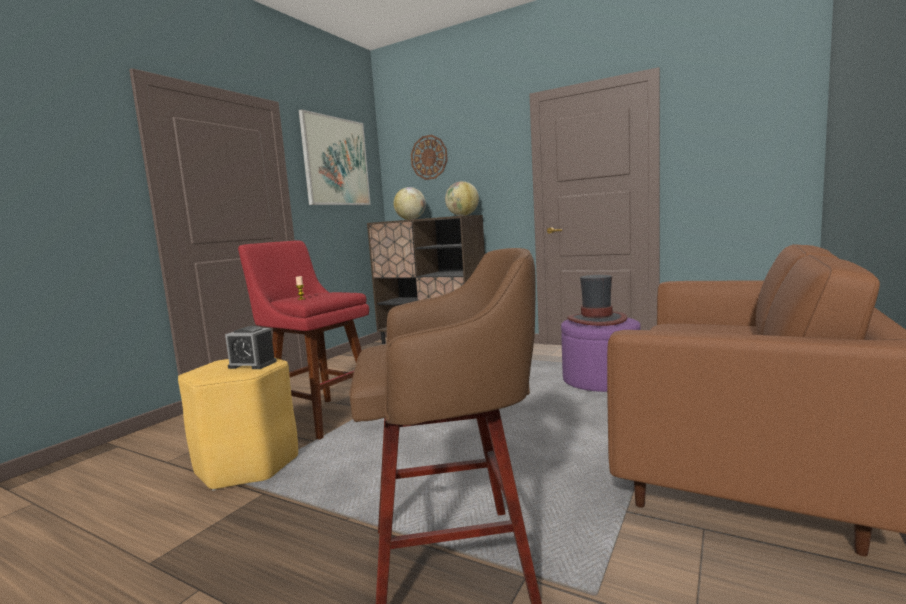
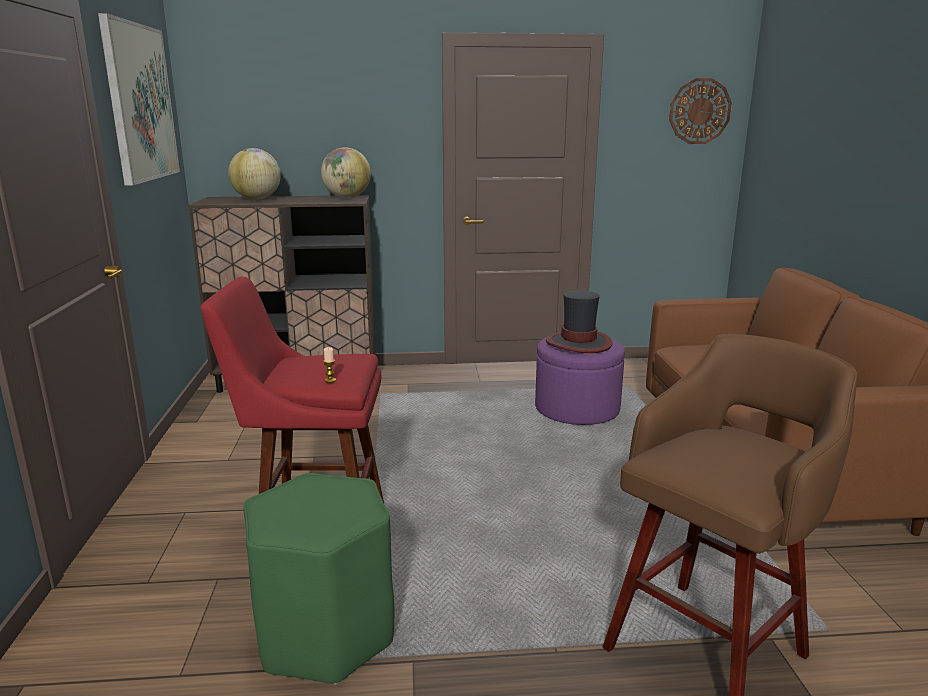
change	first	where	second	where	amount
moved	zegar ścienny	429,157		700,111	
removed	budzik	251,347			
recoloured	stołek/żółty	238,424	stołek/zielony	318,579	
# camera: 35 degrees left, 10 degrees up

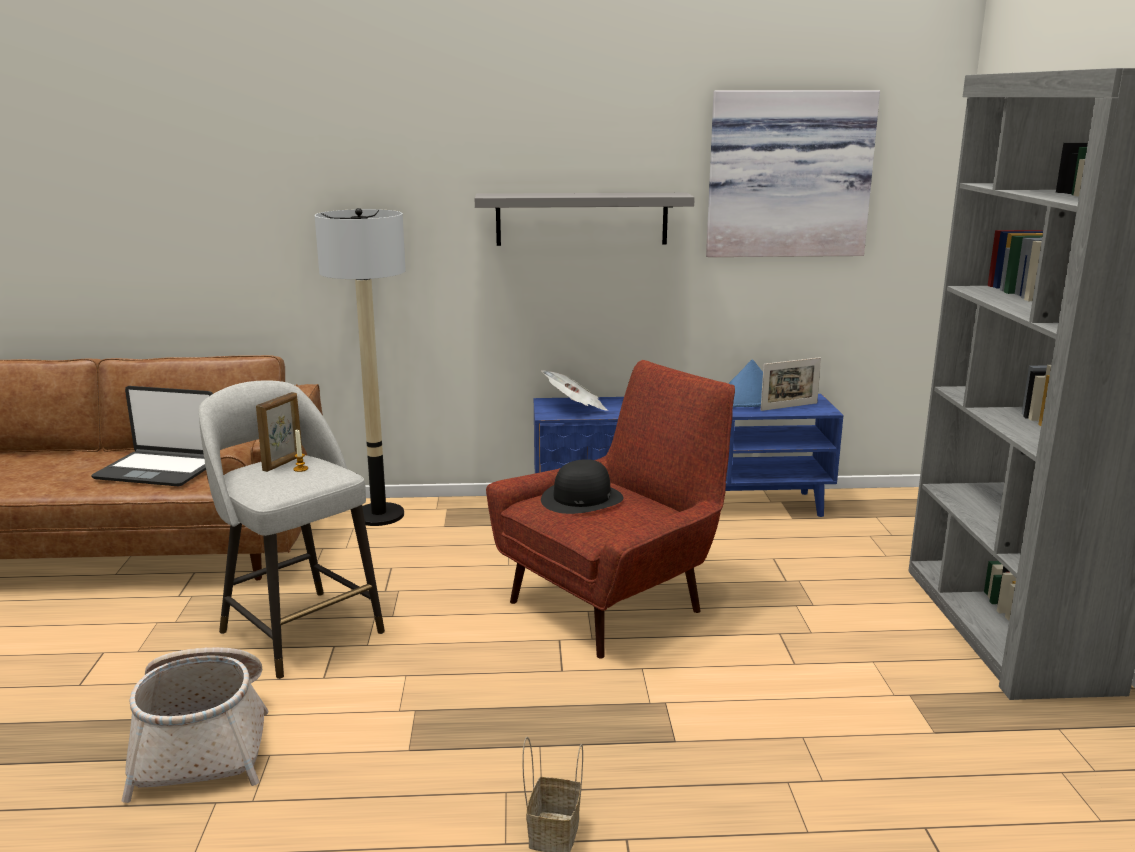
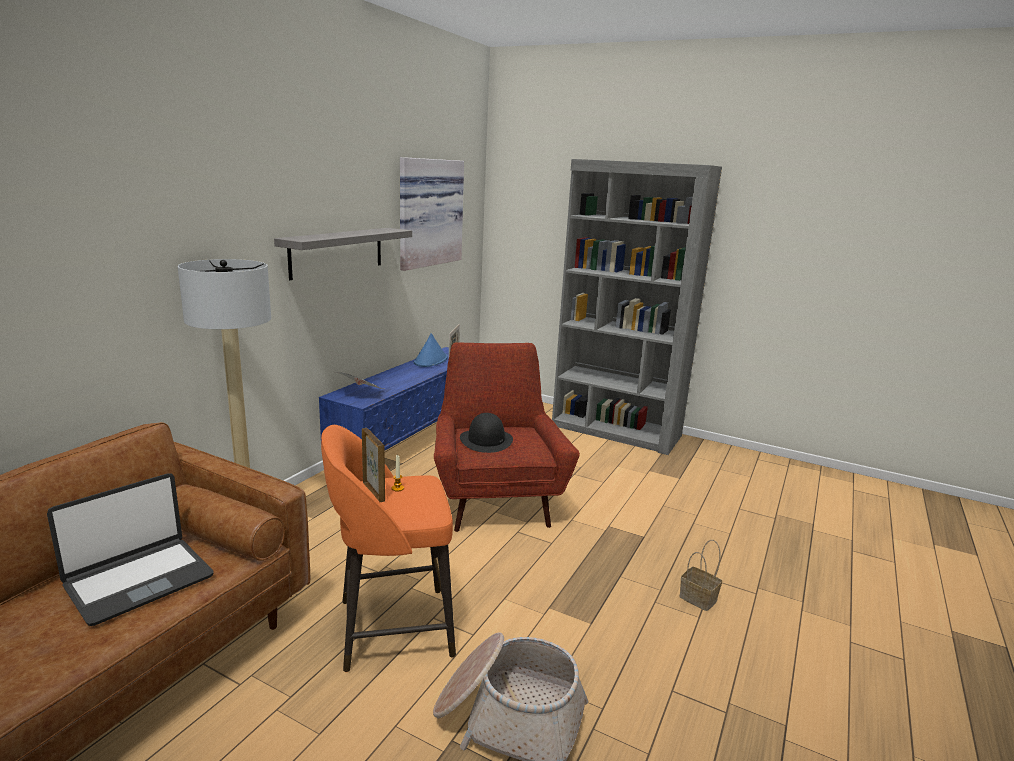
change	first	where	second	where	amount
recoloured	stołek/szary	292,529	stołek/pomarańczowy	388,548	
# camera: 60 degrees left, 0 degrees up

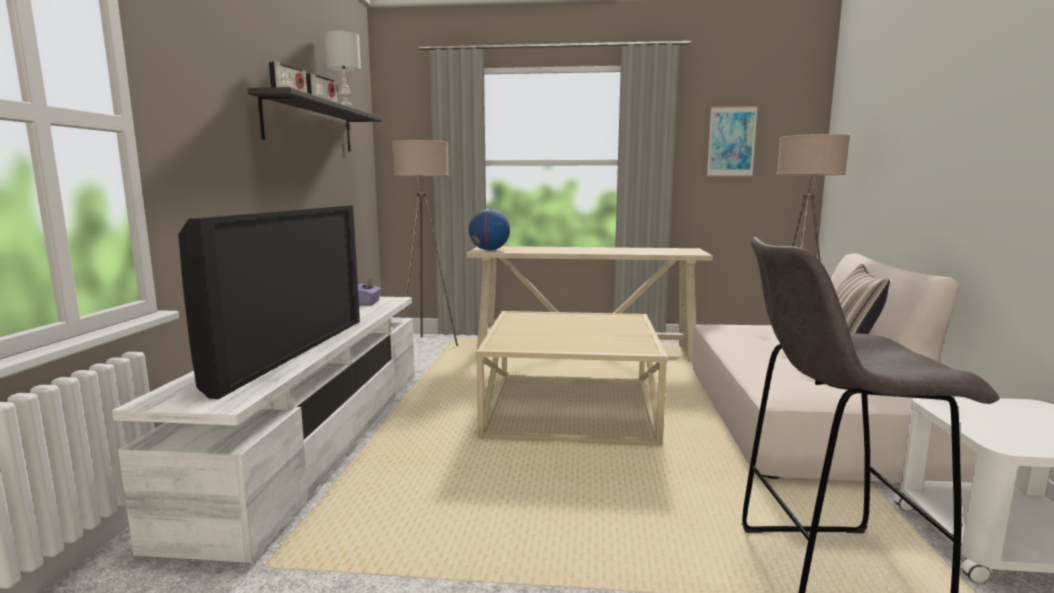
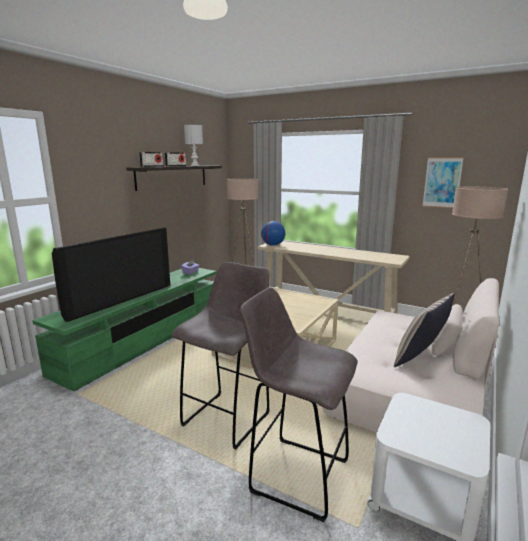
change	first	where	second	where	amount
recoloured	szafka pod telewizor/biały	263,430	szafka pod telewizor/zielony	124,329	
added			stołek/szary	220,356	
# camera: 25 degrees right, 5 degrees up

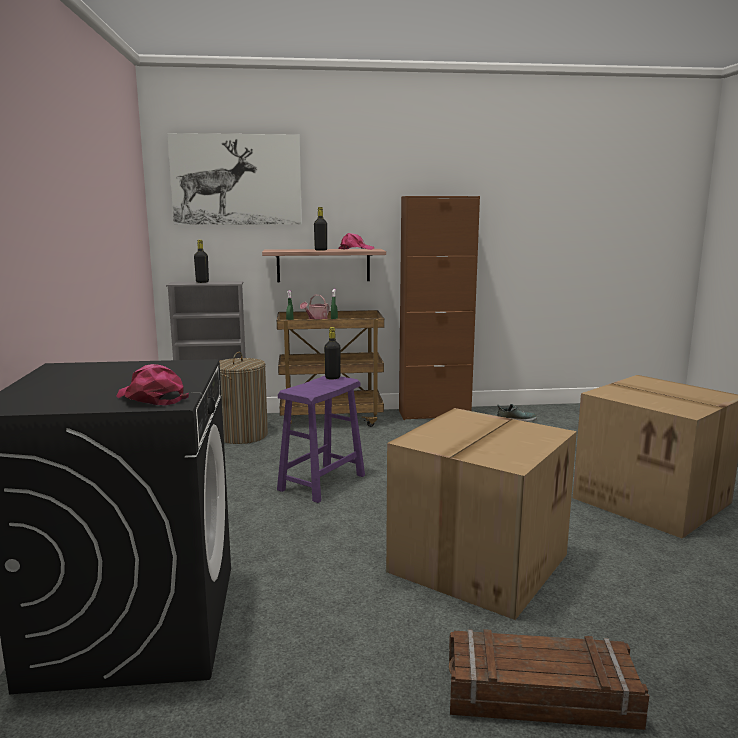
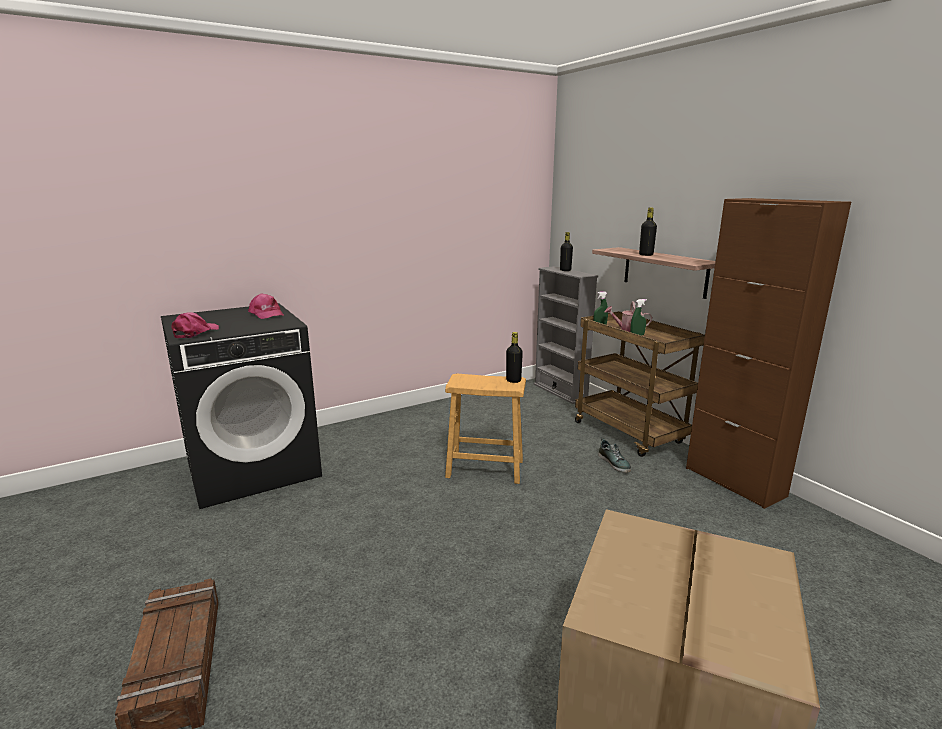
change	first	where	second	where	amount
removed	obraz	234,179			
moved	czapka z daszkiem/różowy	356,241		266,306	
removed	kosz na pranie	243,398			
recoloured	stołek/fioletowy	321,439	stołek/brązowy	485,429	
moved	but	517,413		614,455	
removed	karton	481,514			
# camera: 65 degrees right, 5 degrees up

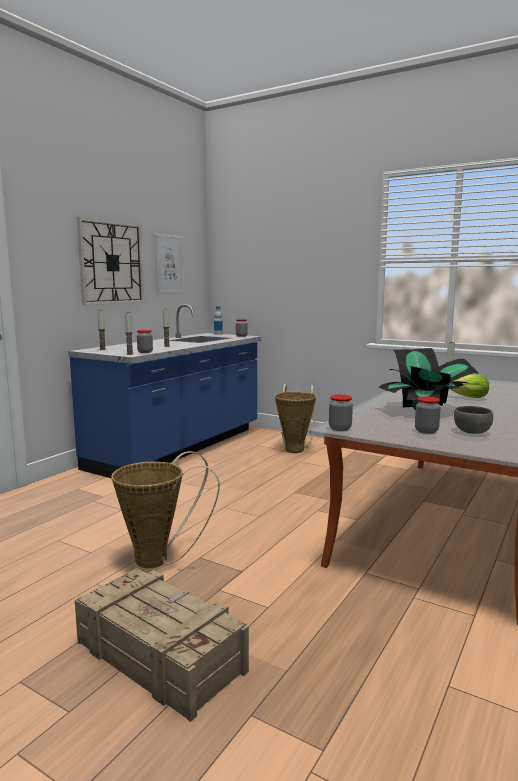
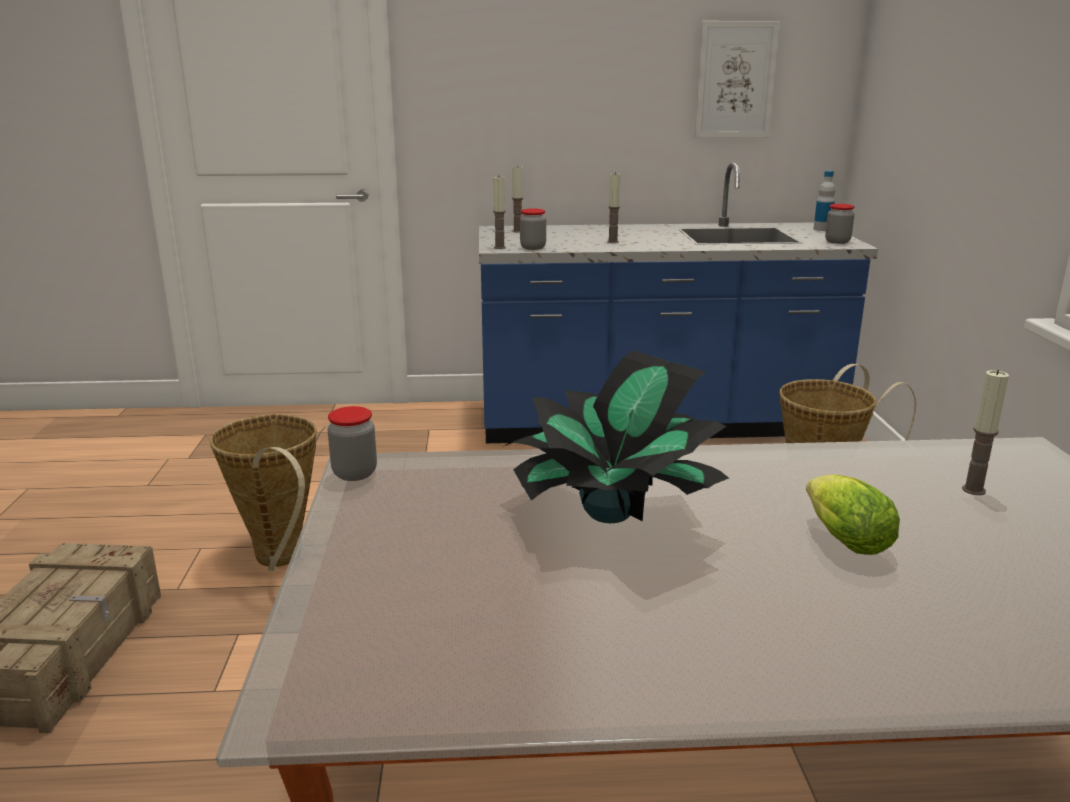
change	first	where	second	where	amount
removed	zegar ścienny	110,261			
removed	słoik	428,415			
removed	miska/szary	473,420			
# camera: 55 degrees right, 10 degrees up

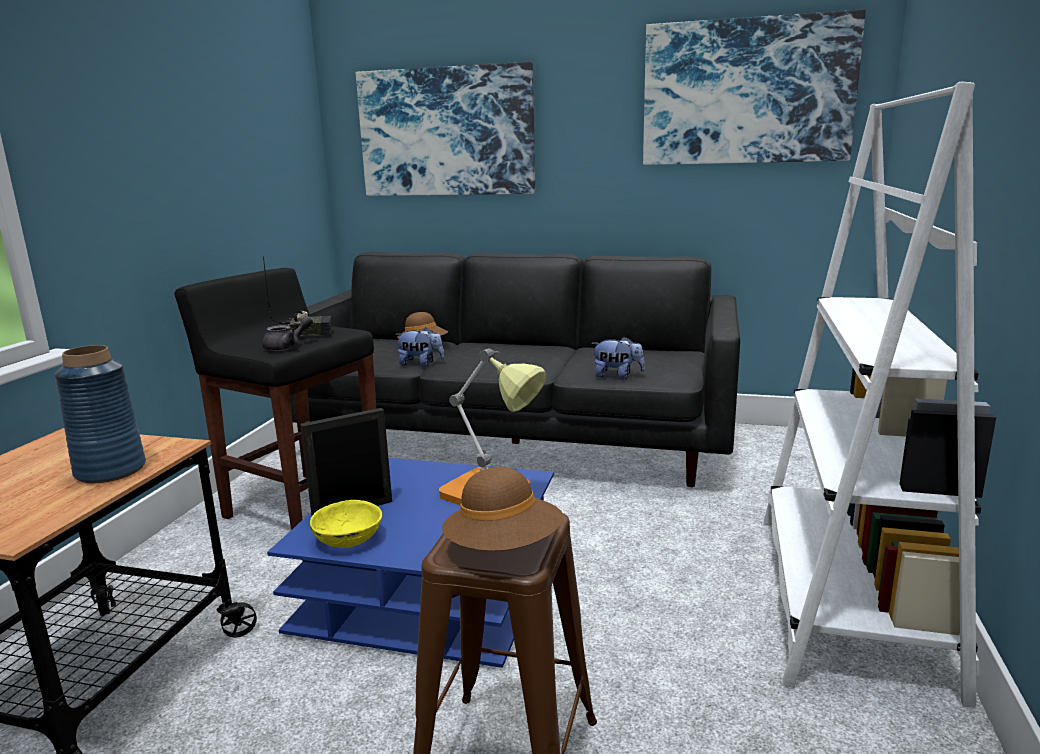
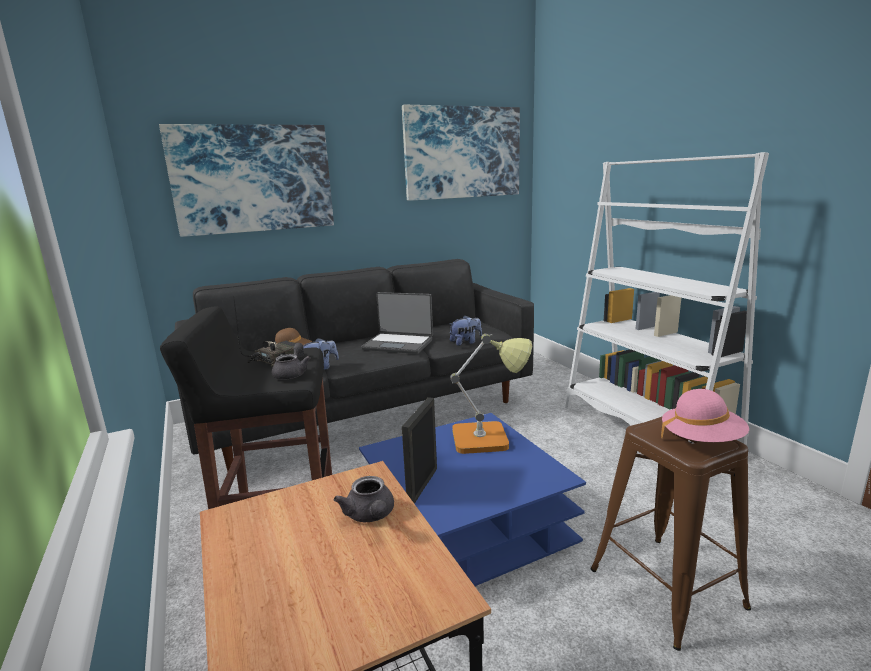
change	first	where	second	where	amount
replaced	wazon/niebieski	100,414	imbryk/szary	364,499	
recoloured	kapelusz/brązowy	503,509	kapelusz/różowy	705,415	
removed	miska/żółty	346,524			
added			laptop	397,323	
# camera: 40 degrees left, 0 degrees up

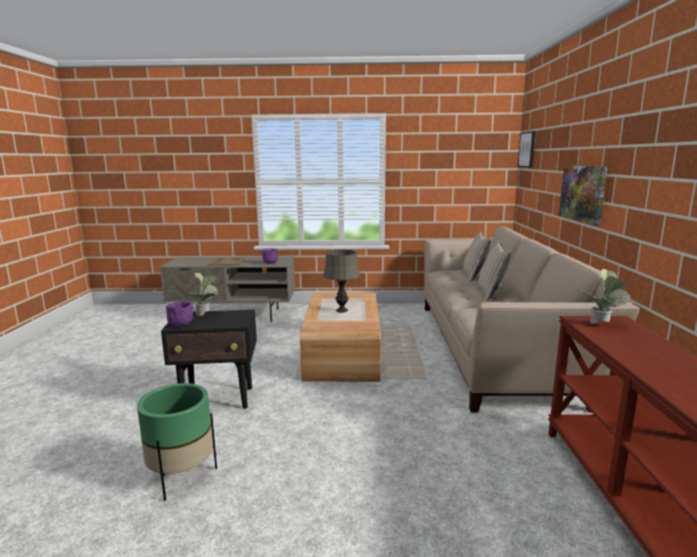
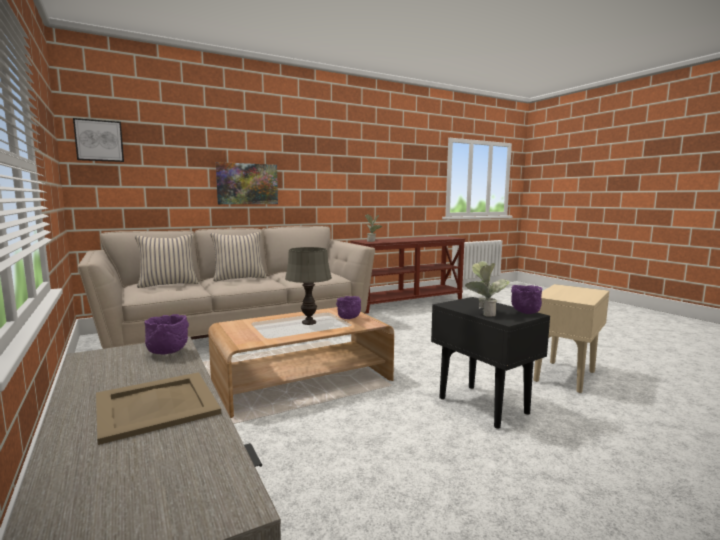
change	first	where	second	where	amount
replaced	donica/zielony	177,442	stolik/beżowy	571,338	
added			miska/fioletowy	348,307	
# camera: 120 degrees left, 5 degrees down

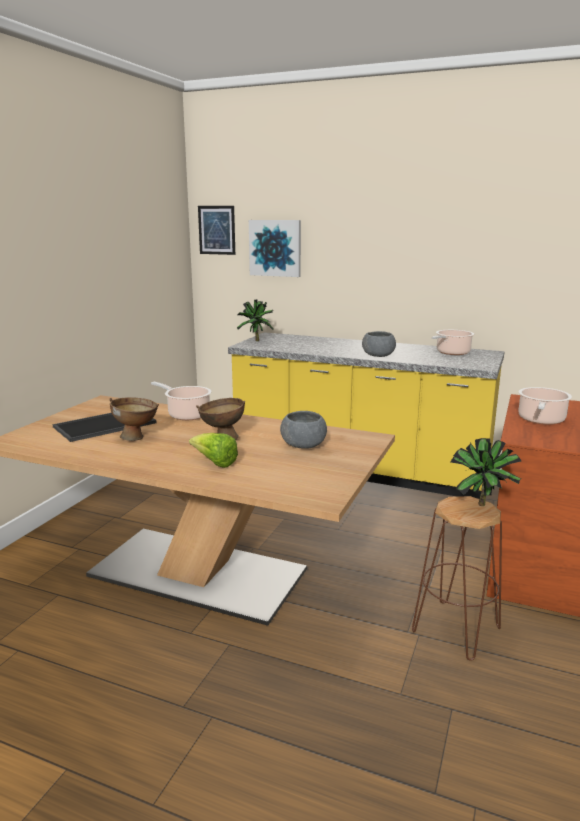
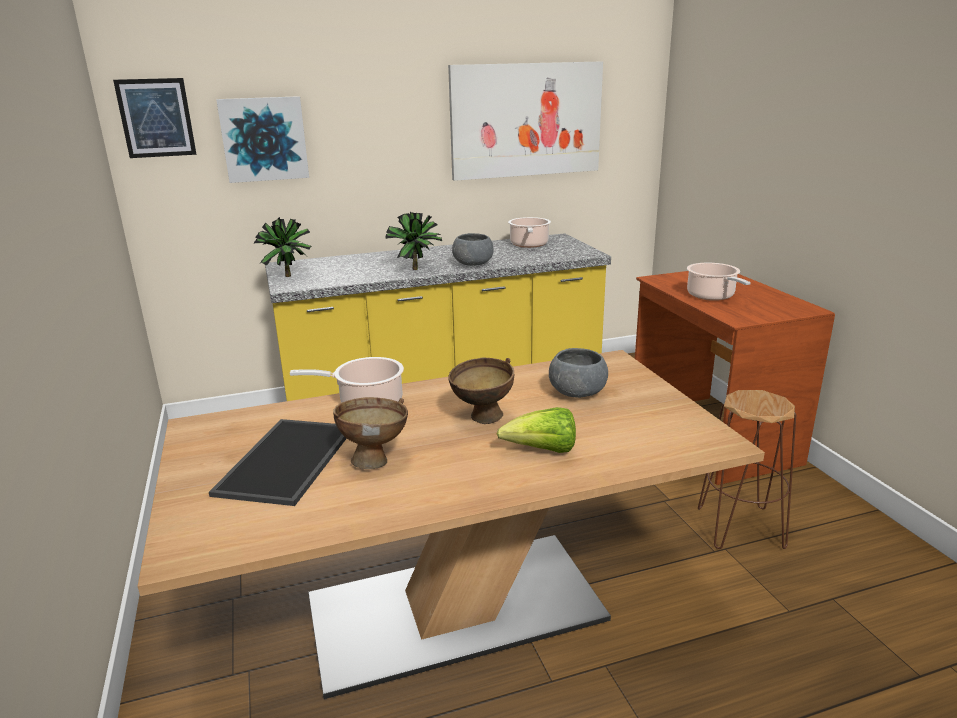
change	first	where	second	where	amount
moved	roślina doniczkowa	486,472		413,241	
added			obraz	525,121	
# camera: 40 degrees left, 5 degrees up

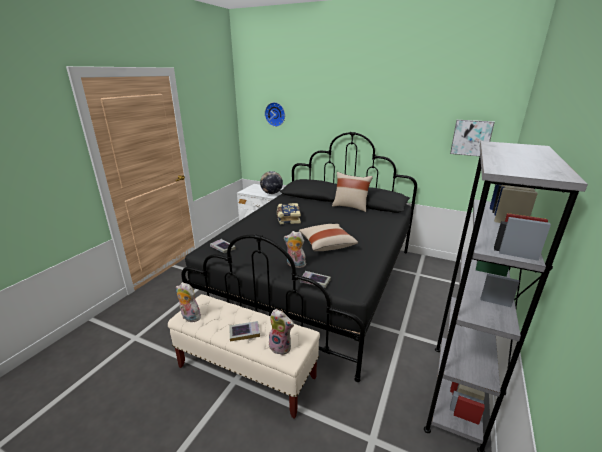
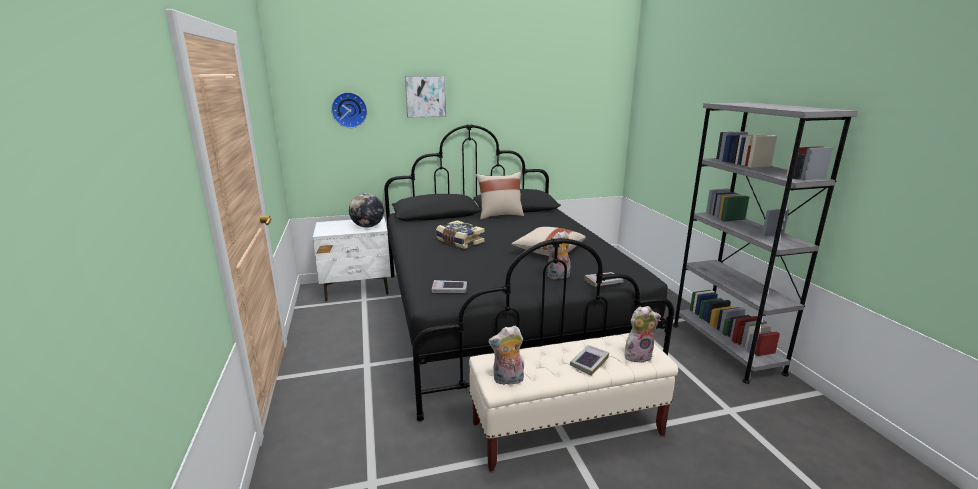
change	first	where	second	where	amount
moved	obraz	472,138		425,97	
# camera: 40 degrees left, 5 degrees down

